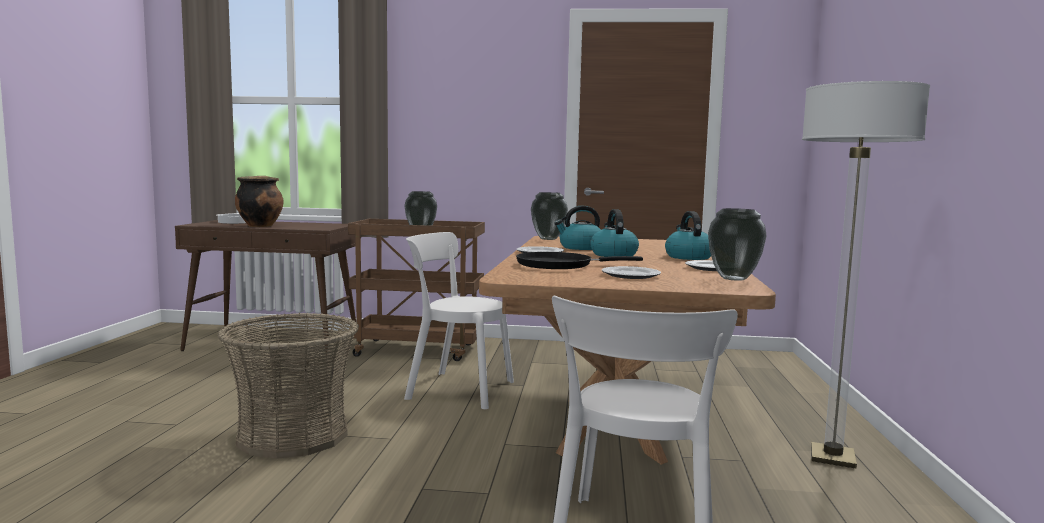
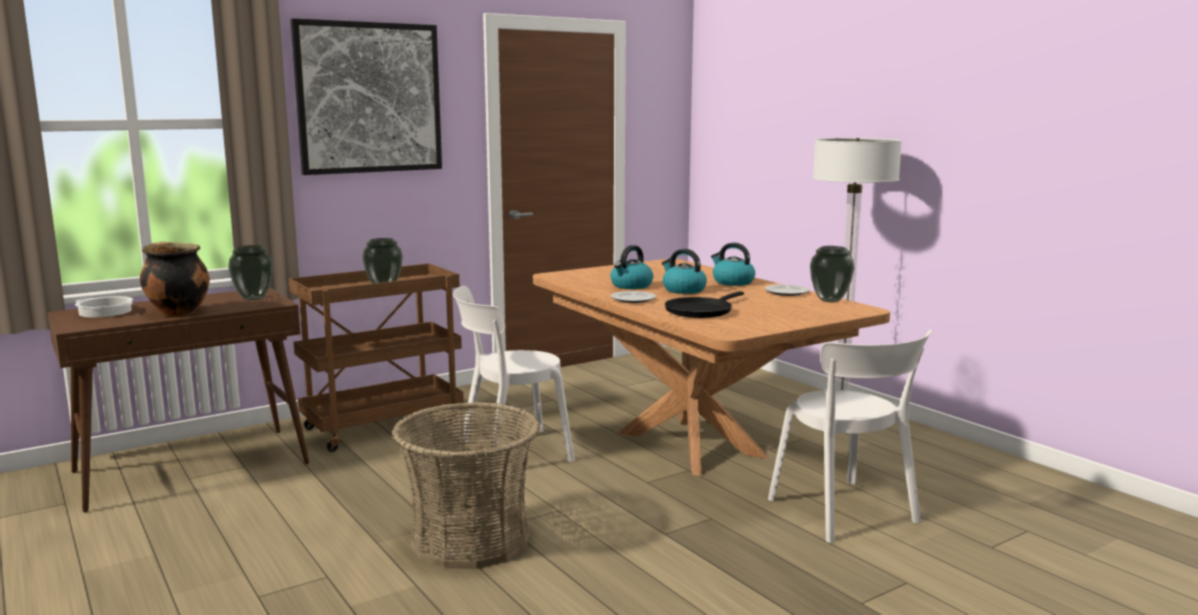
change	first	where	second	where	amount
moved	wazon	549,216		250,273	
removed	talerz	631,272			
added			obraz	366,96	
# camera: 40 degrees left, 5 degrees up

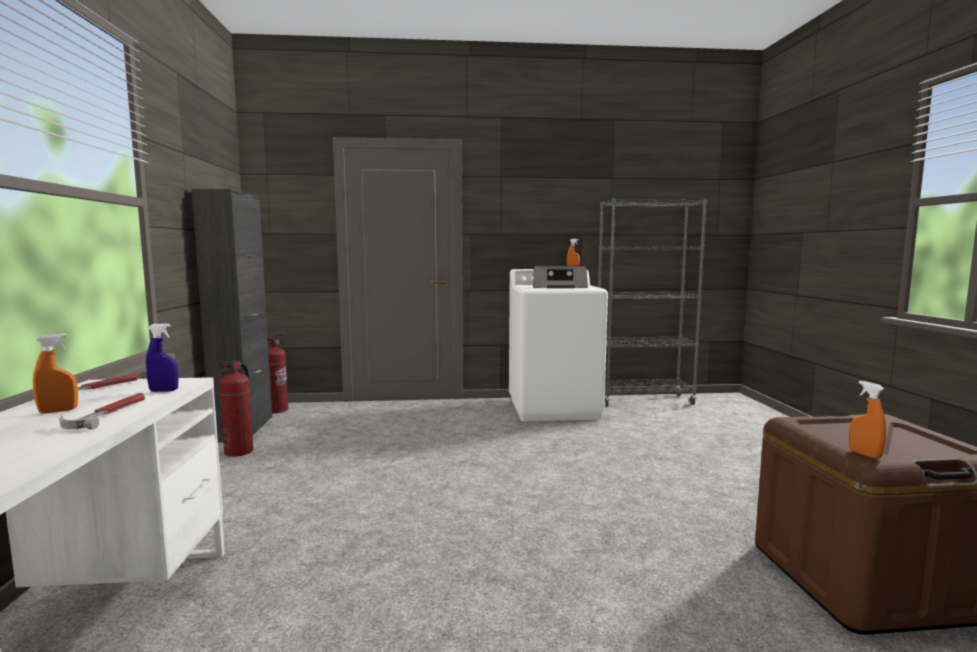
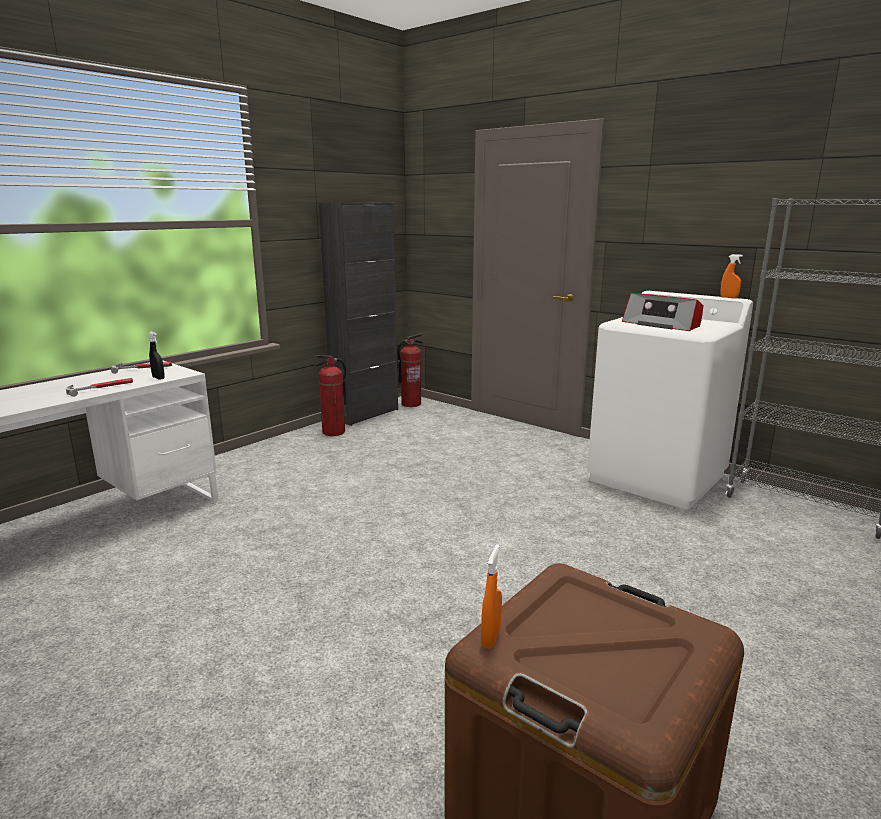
change	first	where	second	where	amount
recoloured	spryskiwacz/niebieski	162,357	spryskiwacz/czarny	156,356	
removed	spryskiwacz/pomarańczowy	55,374			
# camera: 45 degrees right, 10 degrees up

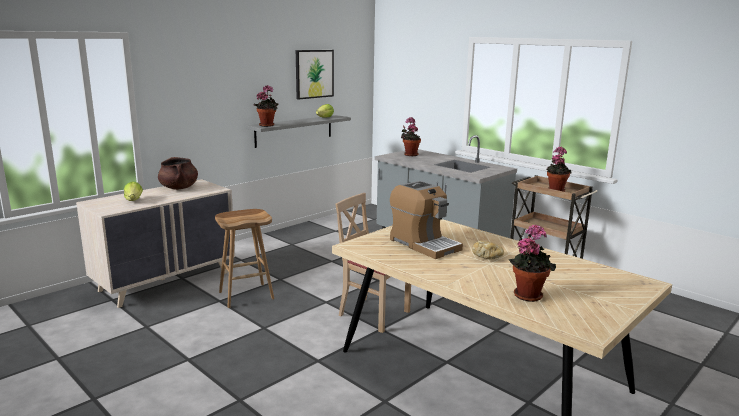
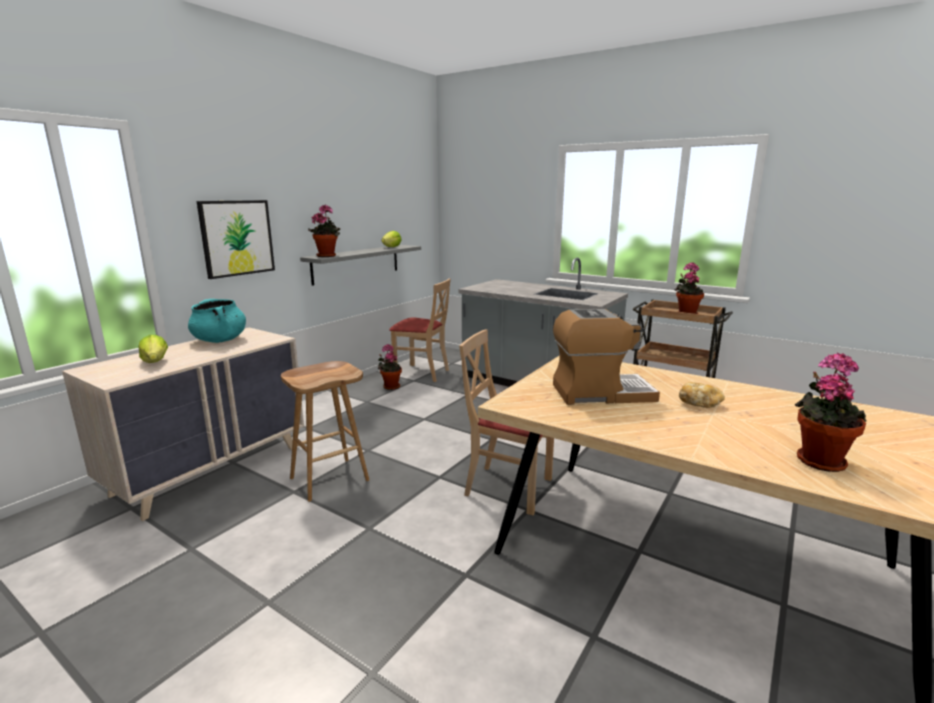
change	first	where	second	where	amount
moved	obraz	315,75		236,239	
moved	roślina doniczkowa	411,136		390,367	
recoloured	garnek/brązowy	178,173	garnek/turkusowy	217,321	
turned	ekspres do kawy	426,220		606,357	45 degrees counterclockwise
added			krzesło/beżowy	420,330	
# camera: 10 degrees left, 0 degrees up

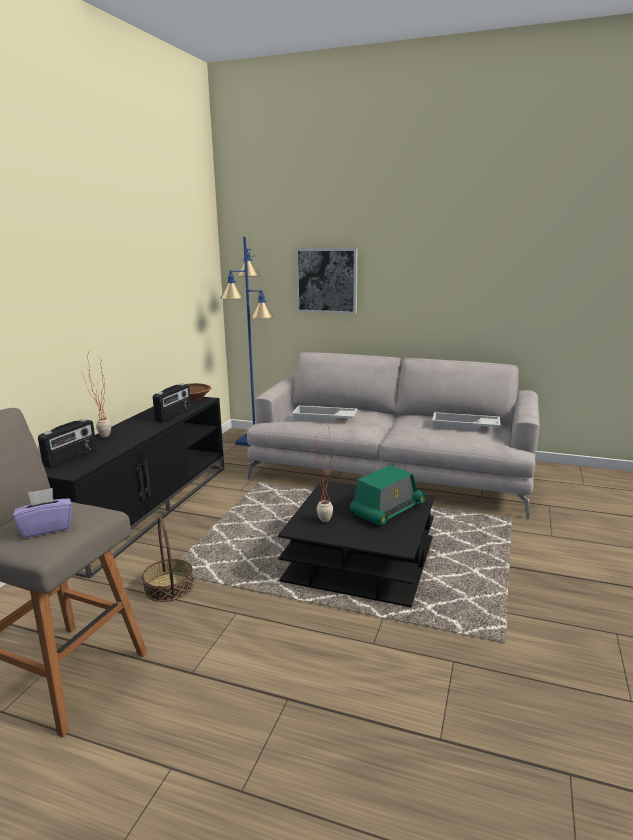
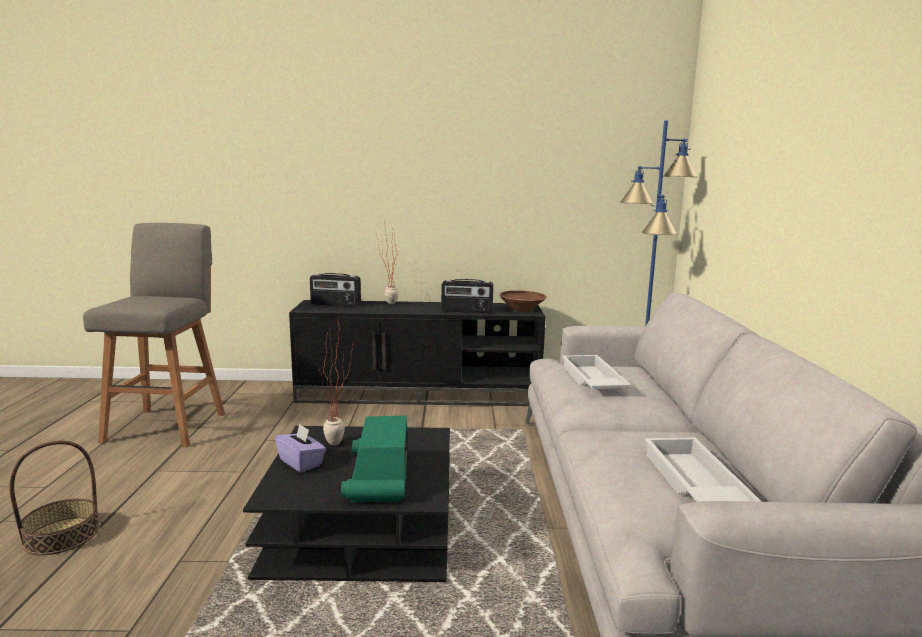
change	first	where	second	where	amount
removed	obraz	326,281			
turned	radio	388,495		374,459	60 degrees clockwise
moved	pudełko chusteczek/fioletowy	42,513		300,448	
moved	koszyk	168,559		54,498	
# camera: 70 degrees right, 5 degrees down

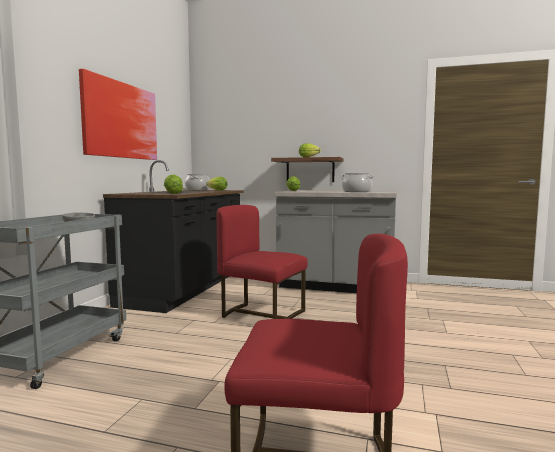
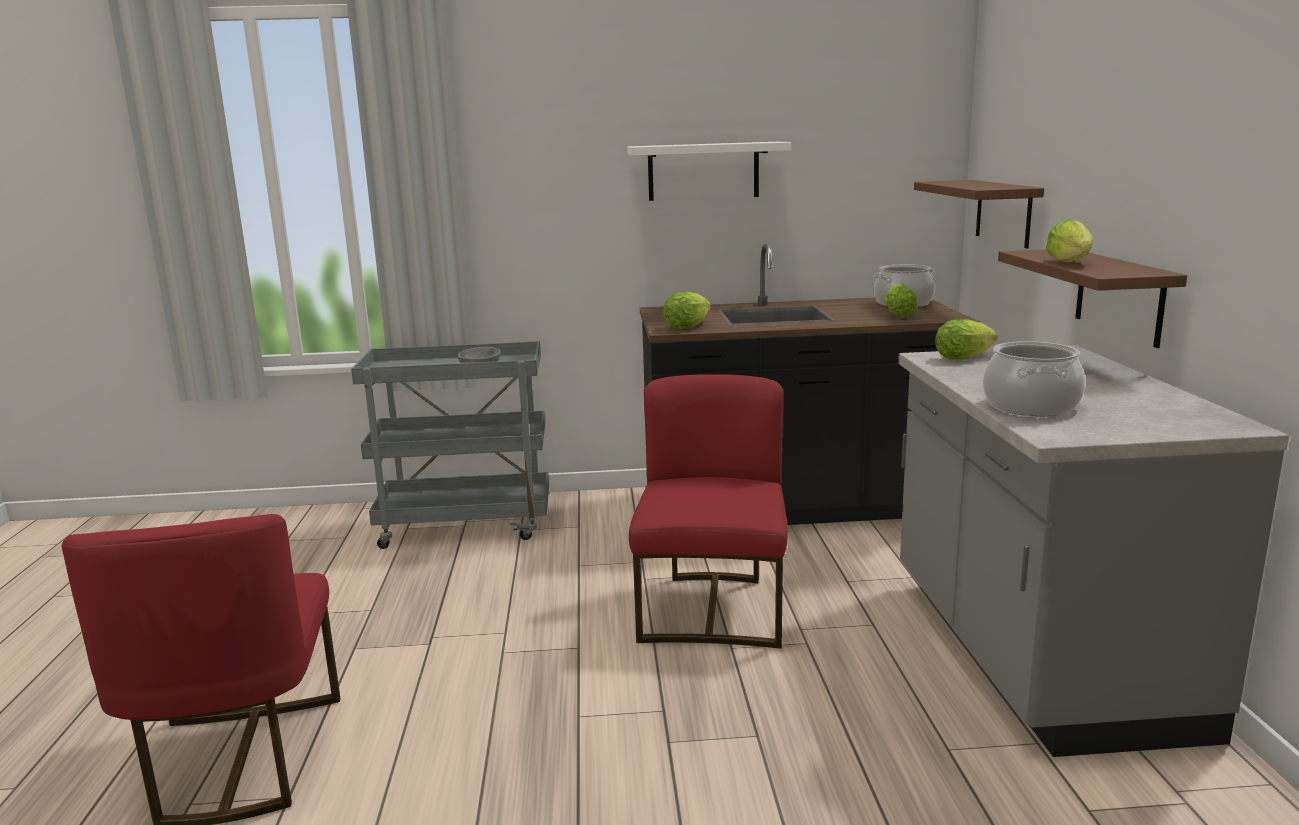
change	first	where	second	where	amount
replaced	obraz	118,114	półka/biały	709,171	
added			półka/brązowy	979,214	
# camera: 70 degrees right, 10 degrees up

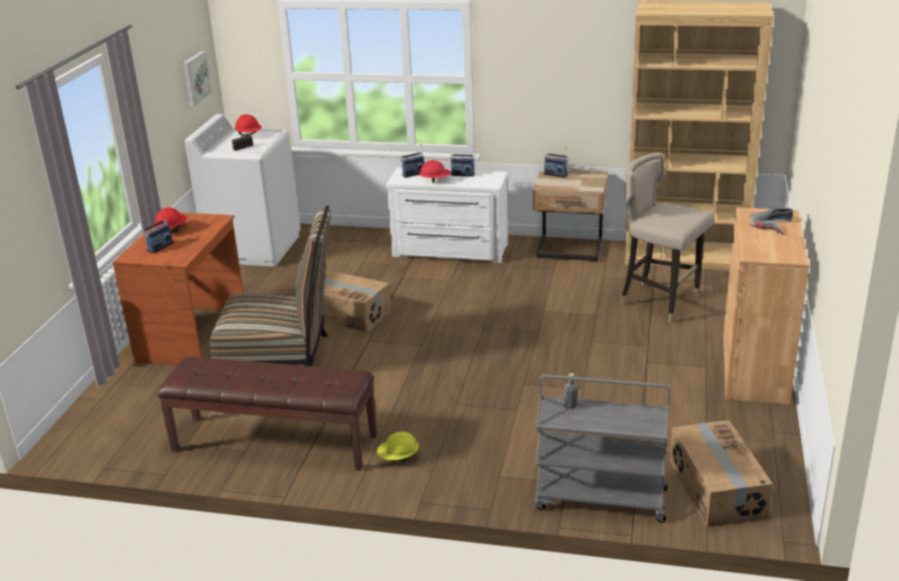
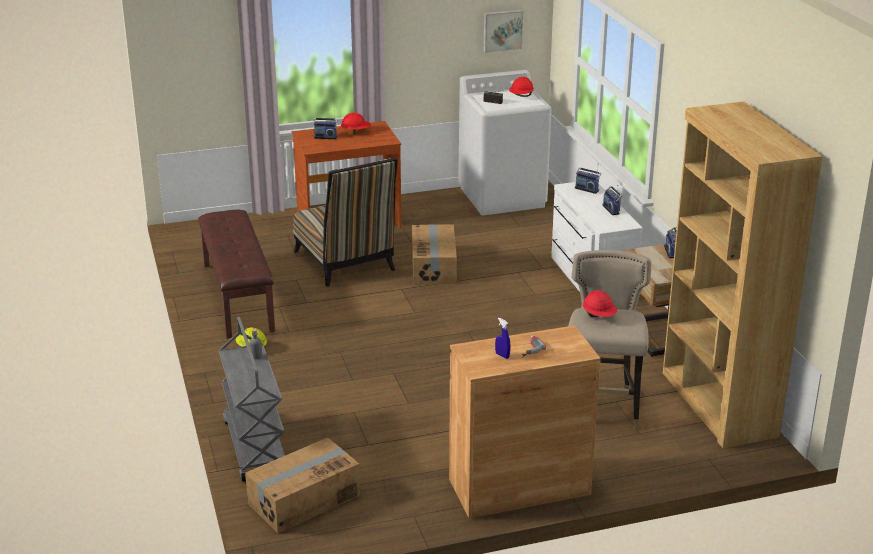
change	first	where	second	where	amount
moved	kask/czerwony	435,171		600,303	
removed	but/szary	771,214			
added			spryskiwacz/niebieski	502,338	
# camera: 60 degrees right, 0 degrees up

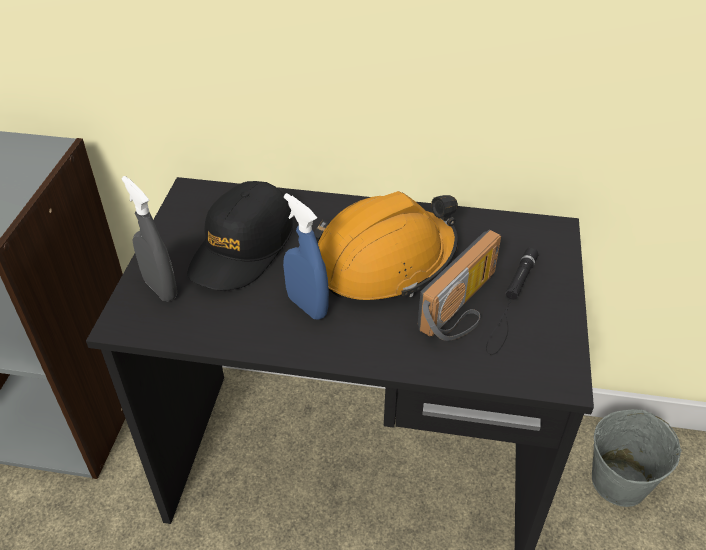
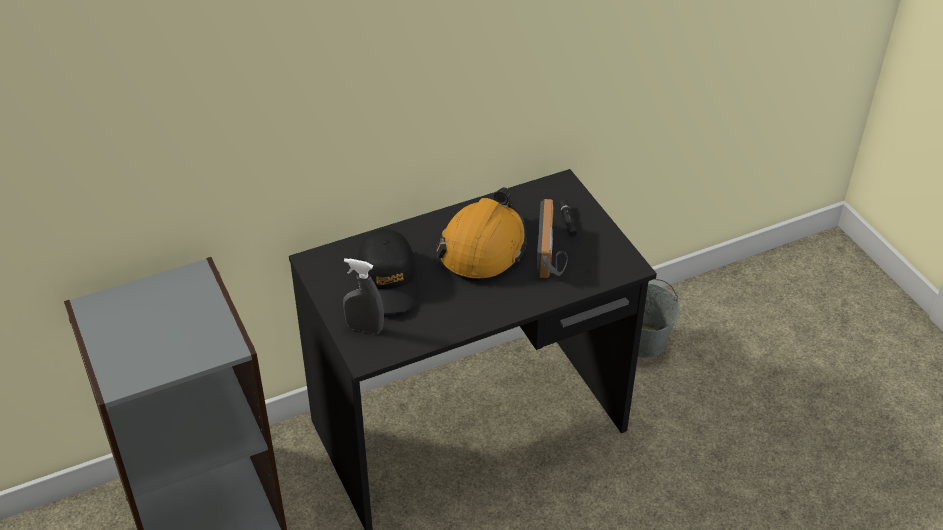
change	first	where	second	where	amount
removed	spryskiwacz/niebieski	306,256			
# camera: 35 degrees left, 0 degrees up

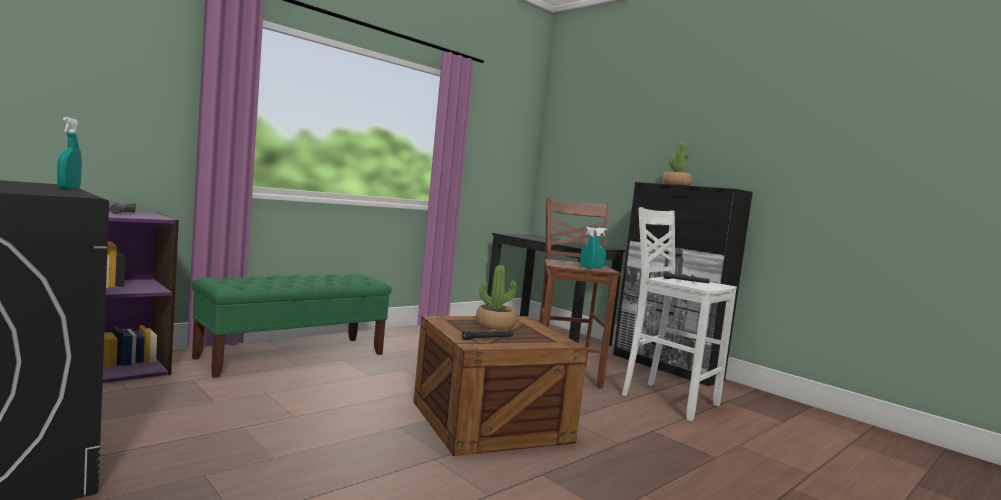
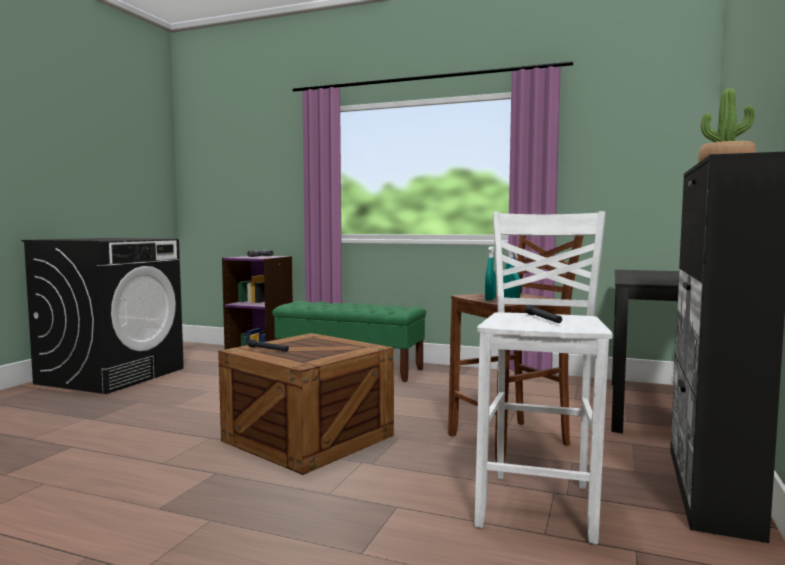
change	first	where	second	where	amount
removed	spryskiwacz/turkusowy	69,153			
removed	roślina doniczkowa	496,297			
# camera: 65 degrees right, 0 degrees up

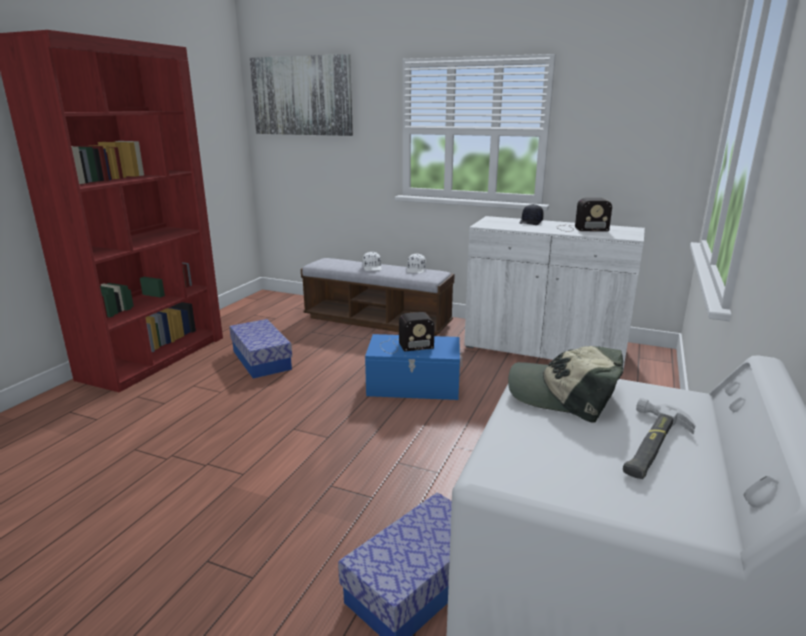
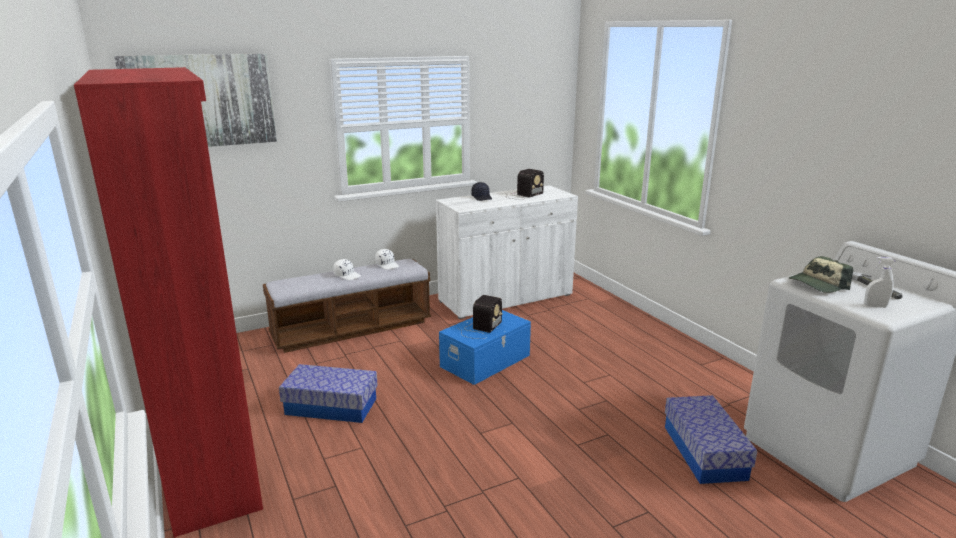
change	first	where	second	where	amount
added			spryskiwacz/biały	879,282	
# camera: 50 degrees left, 0 degrees up

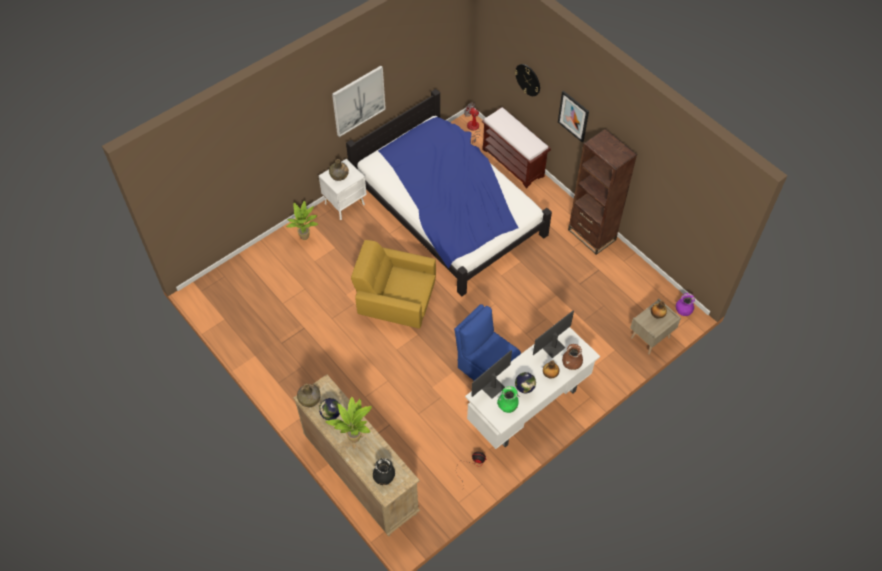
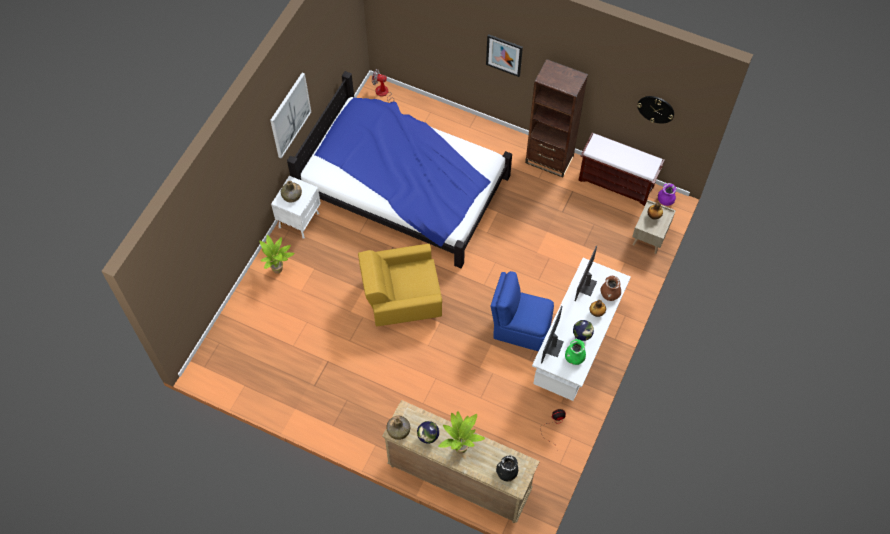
change	first	where	second	where	amount
moved	zegar ścienny	527,80		655,110	
moved	ławka/brązowy	516,147		621,169	
# camera: 25 degrees left, 5 degrees up

